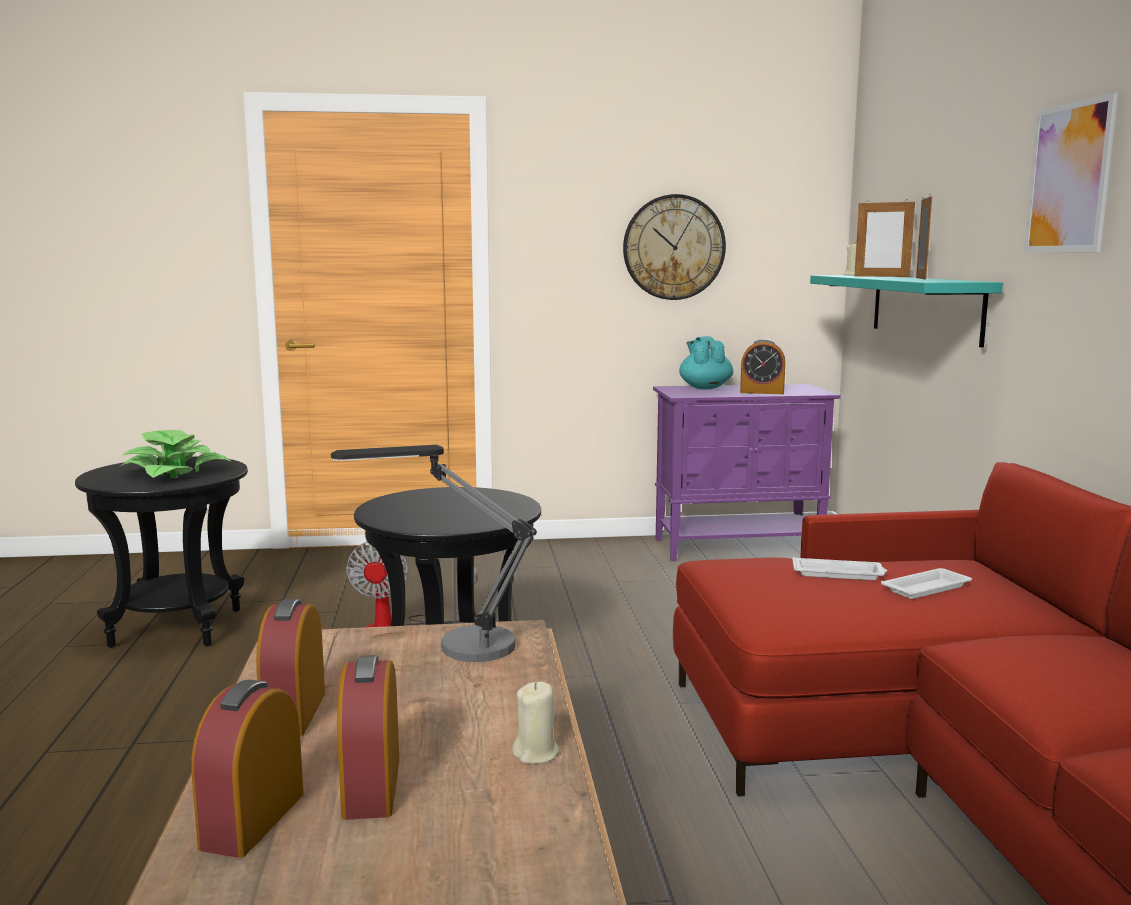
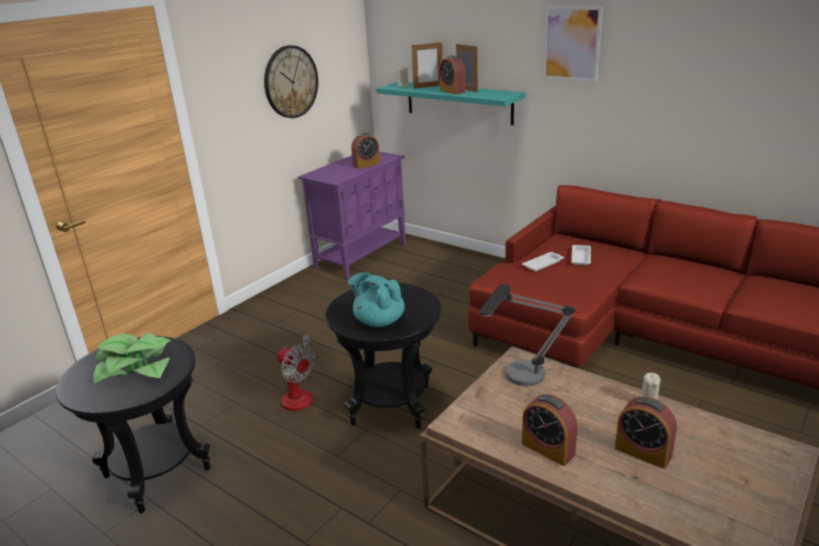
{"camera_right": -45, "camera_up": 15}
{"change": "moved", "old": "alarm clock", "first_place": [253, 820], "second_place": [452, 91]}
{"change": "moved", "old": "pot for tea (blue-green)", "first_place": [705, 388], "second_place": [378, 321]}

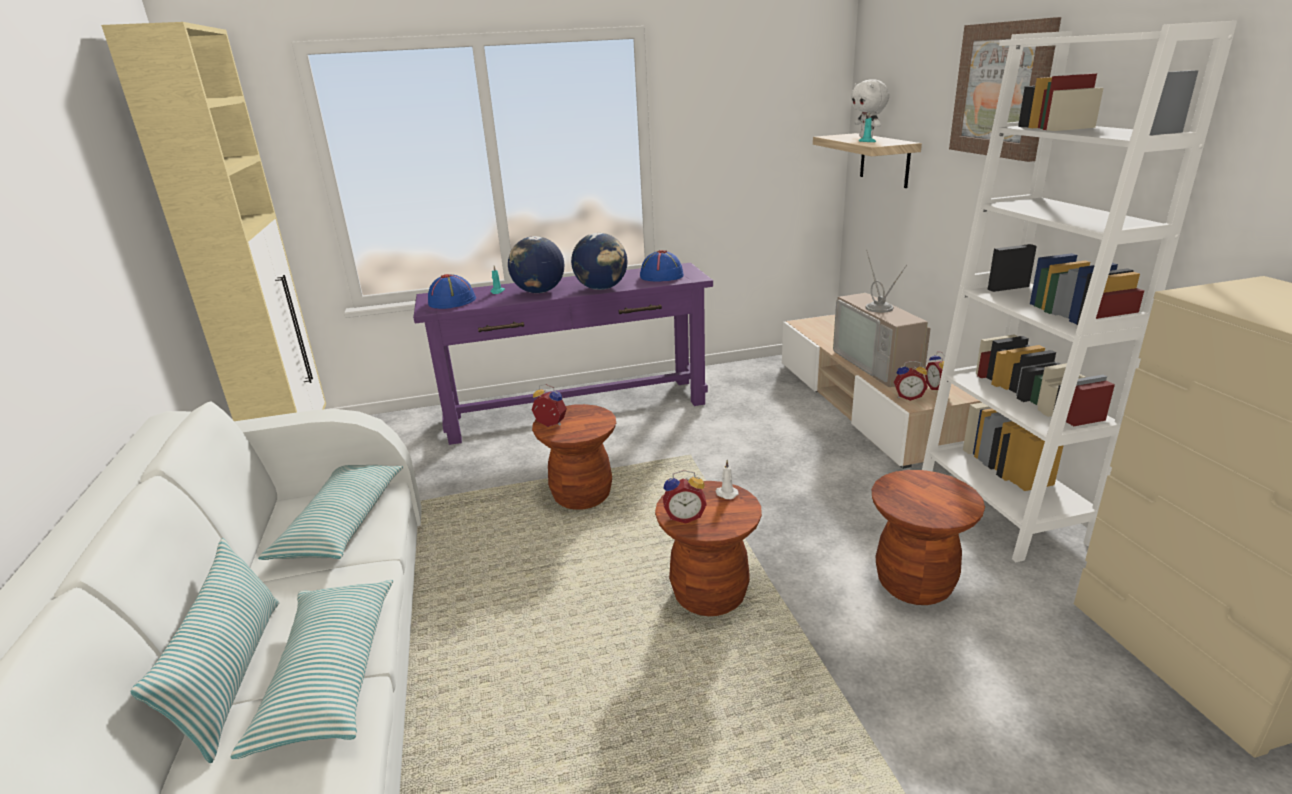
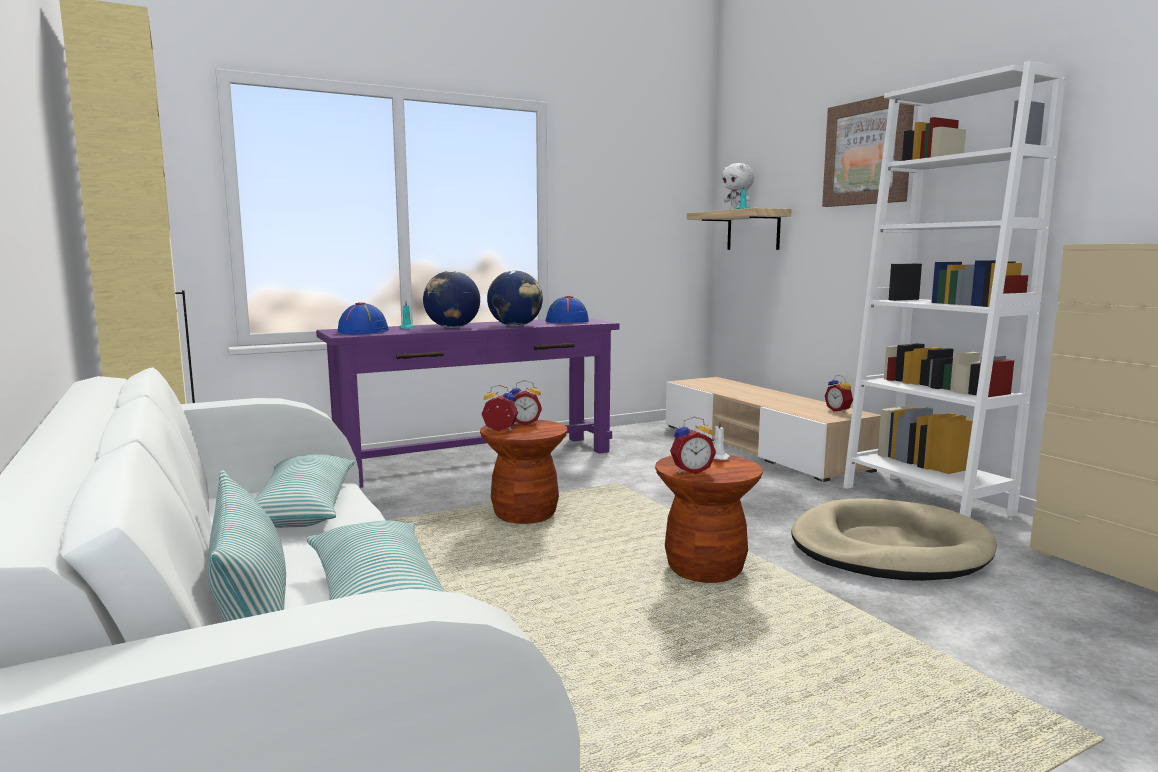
{"camera_right": -15, "camera_up": -15}
{"change": "removed", "old": "TV", "first_place": [881, 365]}
{"change": "moved", "old": "alarm clock", "first_place": [908, 397], "second_place": [525, 423]}
{"change": "replaced", "old": "stool (brown)", "new": "dog bed (beige)", "first_place": [914, 584], "second_place": [888, 548]}

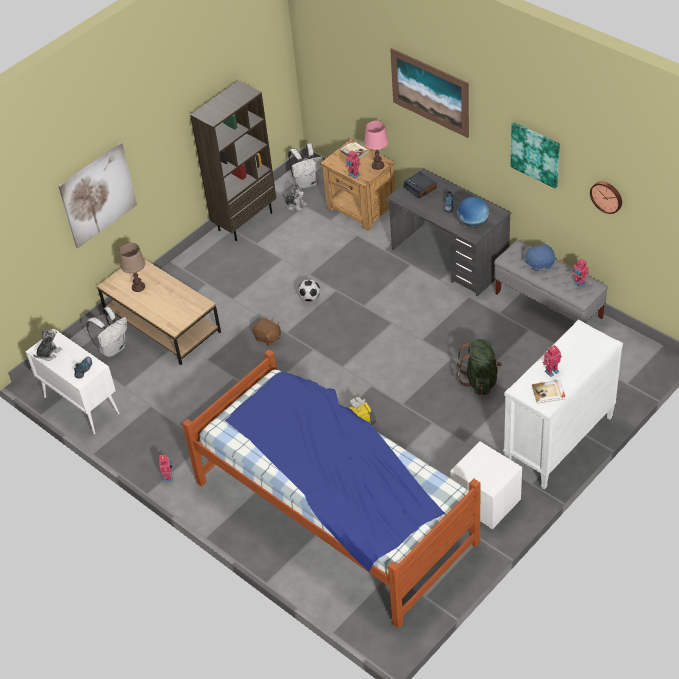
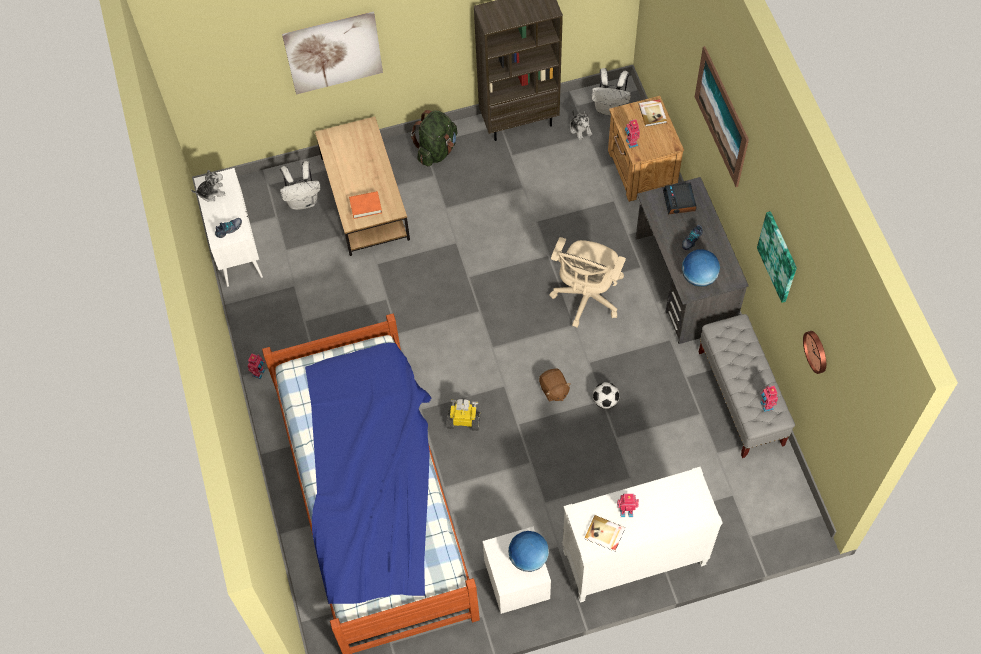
{"camera_right": 30, "camera_up": 15}
{"change": "removed", "old": "tabletop lamp (brown)", "first_place": [138, 287]}
{"change": "removed", "old": "tabletop lamp (pinkish)", "first_place": [378, 165]}
{"change": "removed", "old": "plush toy (bluish)", "first_place": [539, 264]}
{"change": "added", "new": "bound book (orange)", "second_place": [365, 206]}
{"change": "added", "new": "world globe", "second_place": [528, 558]}
{"change": "added", "new": "desk chair (beige)", "second_place": [586, 298]}
{"change": "moved", "old": "plush toy (brown)", "first_place": [268, 338], "second_place": [553, 390]}
{"change": "moved", "old": "ball for football", "first_place": [310, 298], "second_place": [605, 401]}
{"change": "moved", "old": "knapsack (green-coloured)", "first_place": [480, 380], "second_place": [437, 150]}

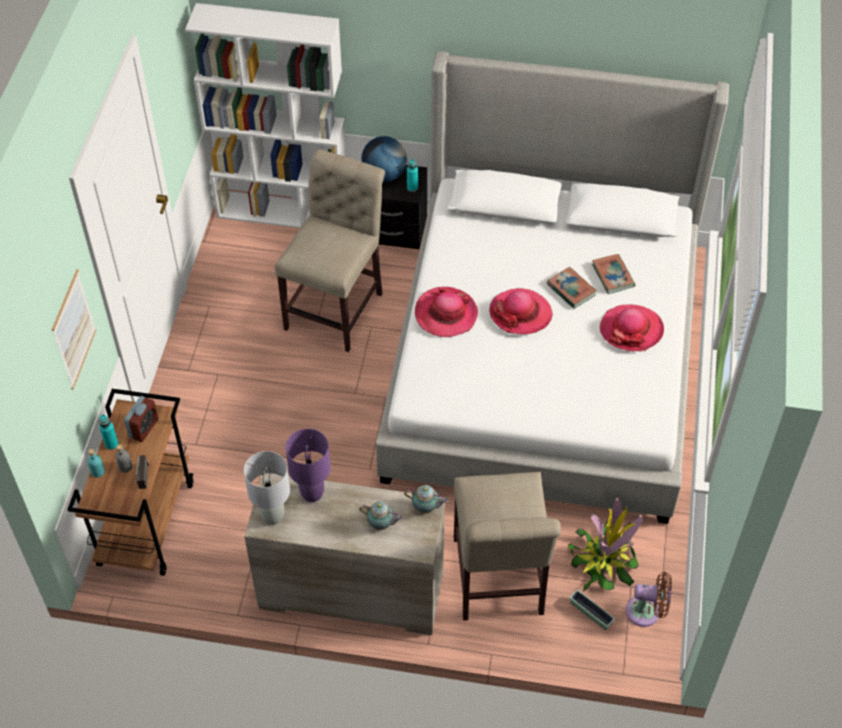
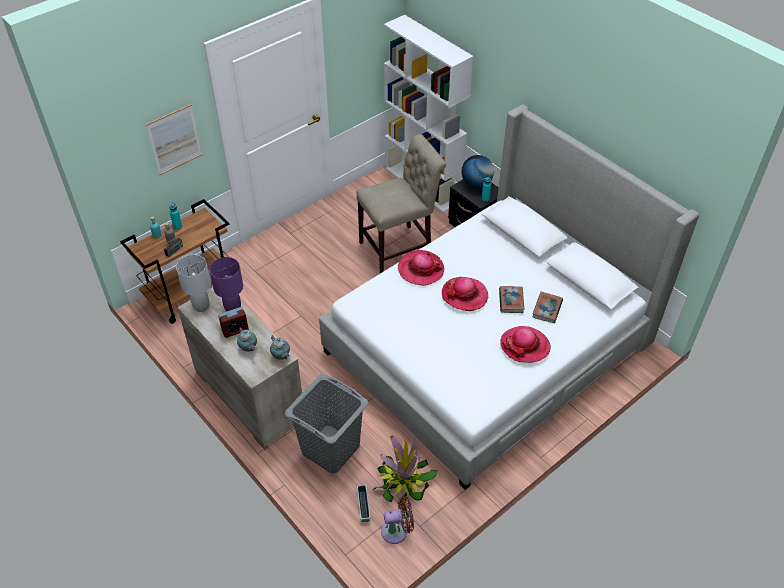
{"camera_right": 40, "camera_up": -5}
{"change": "moved", "old": "alarm clock", "first_place": [144, 428], "second_place": [235, 330]}
{"change": "replaced", "old": "upright chair (beige)", "new": "washing basket (gray)", "first_place": [498, 582], "second_place": [330, 449]}
{"change": "turned", "old": "cooling fan (brown)", "first_place": [646, 612], "second_place": [397, 531], "degrees": -60}

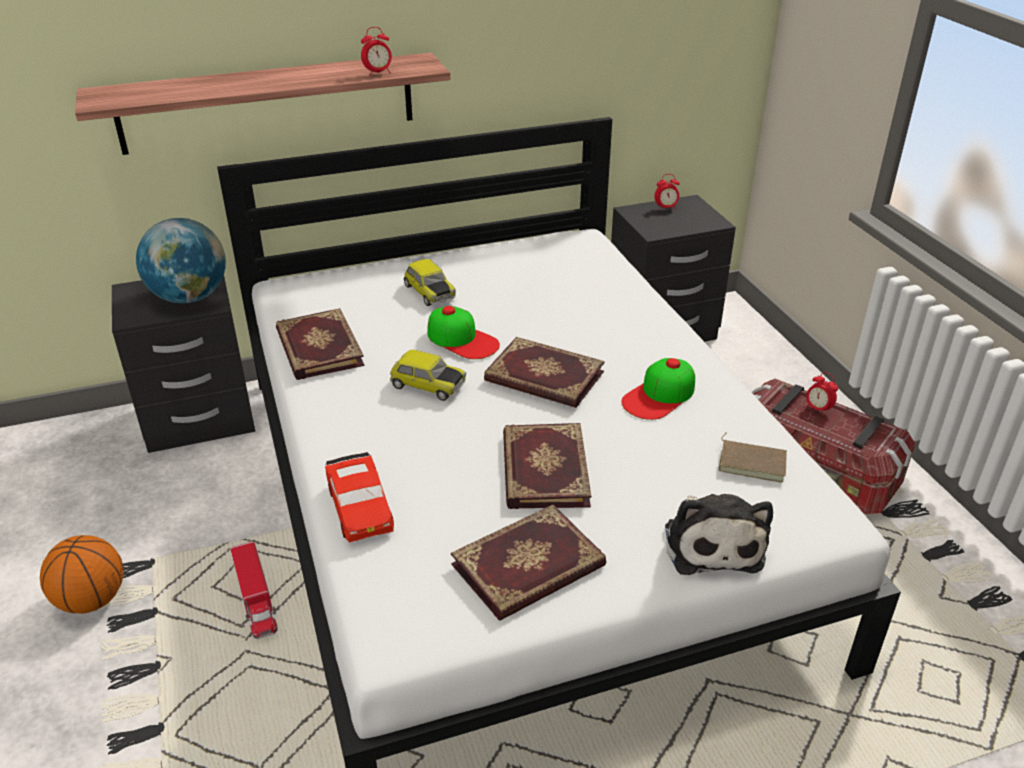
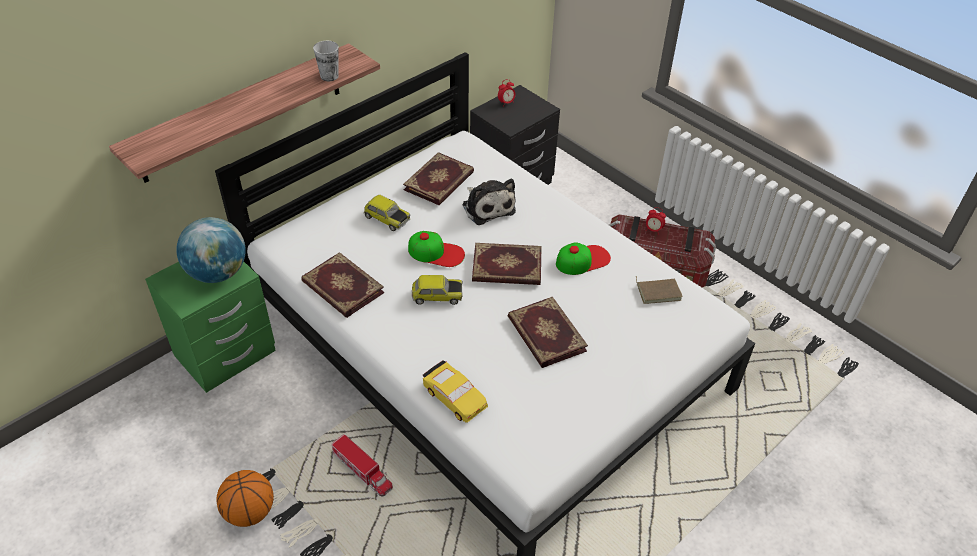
{"camera_right": -25, "camera_up": 10}
{"change": "moved", "old": "bound book", "first_place": [529, 567], "second_place": [440, 181]}
{"change": "moved", "old": "plush toy", "first_place": [712, 543], "second_place": [487, 207]}
{"change": "replaced", "old": "alarm clock", "new": "small cup", "first_place": [378, 73], "second_place": [329, 76]}
{"change": "recoloured", "old": "bedside table (black-coloured)", "new": "bedside table (green-coloured)", "first_place": [199, 419], "second_place": [225, 353]}
{"change": "recoloured", "old": "miniature car (reddish)", "new": "miniature car (yellow)", "first_place": [360, 507], "second_place": [455, 397]}
{"change": "turned", "old": "peaked cap", "first_place": [659, 395], "second_place": [582, 260], "degrees": -135}

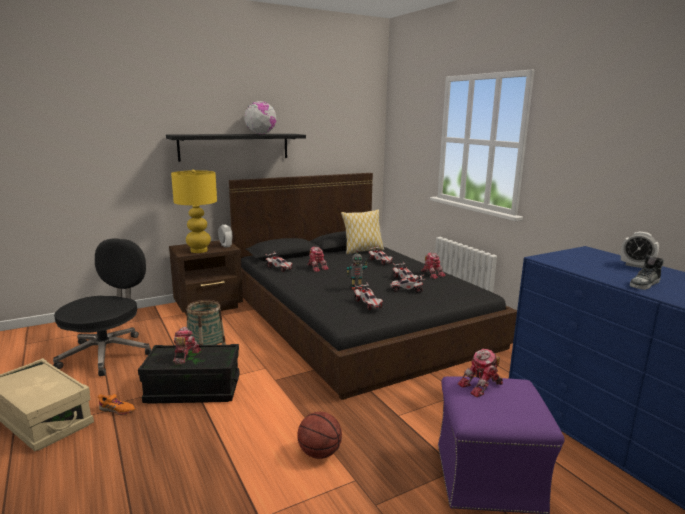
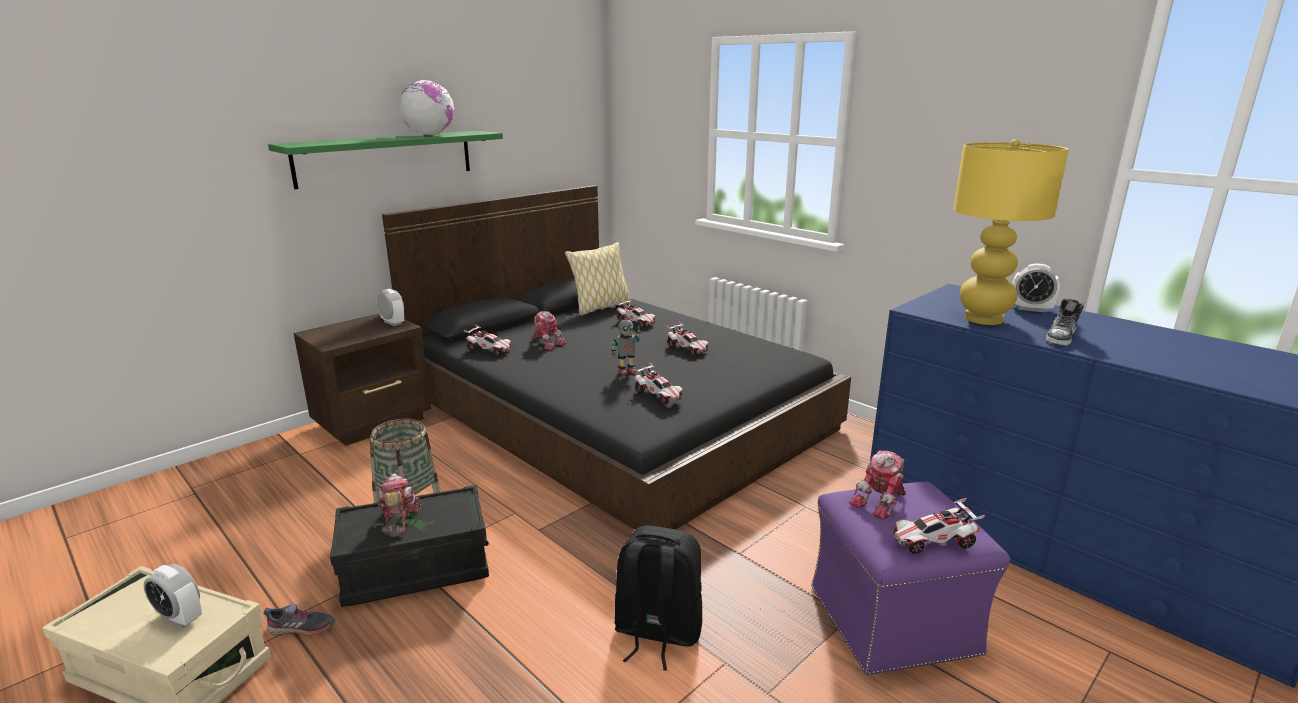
{"camera_right": -15, "camera_up": 5}
{"change": "removed", "old": "desk chair (black-coloured)", "first_place": [107, 354]}
{"change": "removed", "old": "robot figure", "first_place": [432, 274]}
{"change": "added", "new": "alarm clock", "second_place": [180, 618]}
{"change": "moved", "old": "tabletop lamp (yellow)", "first_place": [198, 251], "second_place": [983, 319]}
{"change": "moved", "old": "miniature car", "first_place": [407, 290], "second_place": [933, 542]}
{"change": "replaced", "old": "ball for basketball", "new": "knapsack (black-coloured)", "first_place": [319, 453], "second_place": [657, 633]}
{"change": "recoloured", "old": "low shoe (orange)", "new": "low shoe (gray)", "first_place": [117, 410], "second_place": [301, 628]}
{"change": "recoloured", "old": "wall shelf (black-coloured)", "new": "wall shelf (green-coloured)", "first_place": [234, 146], "second_place": [386, 158]}

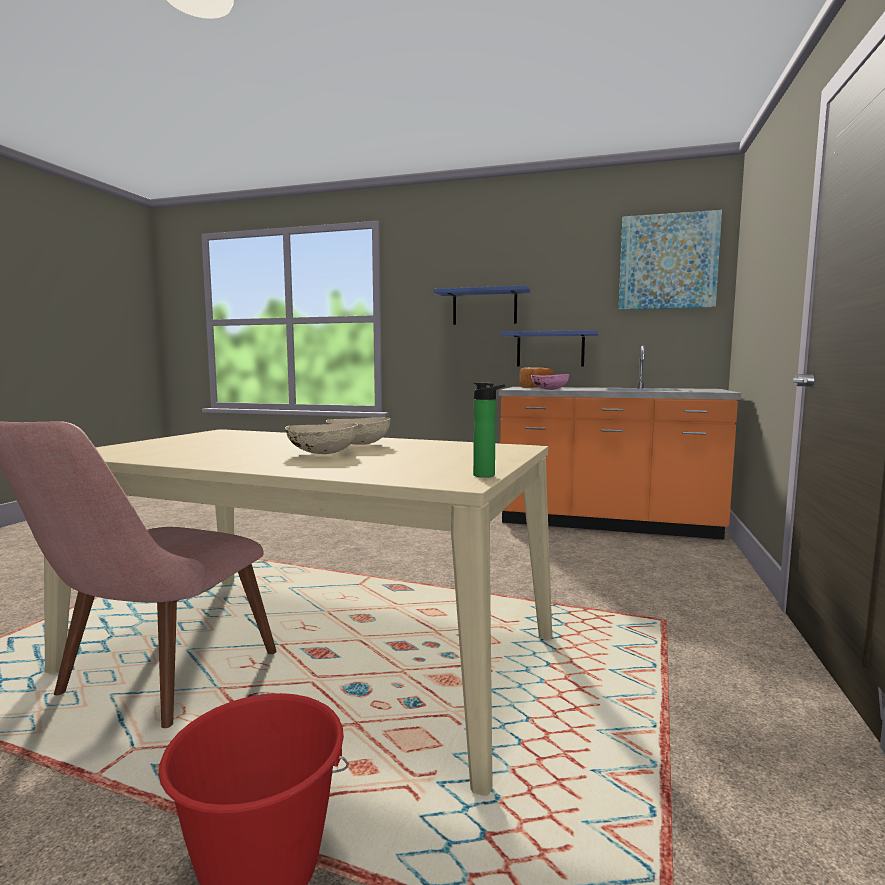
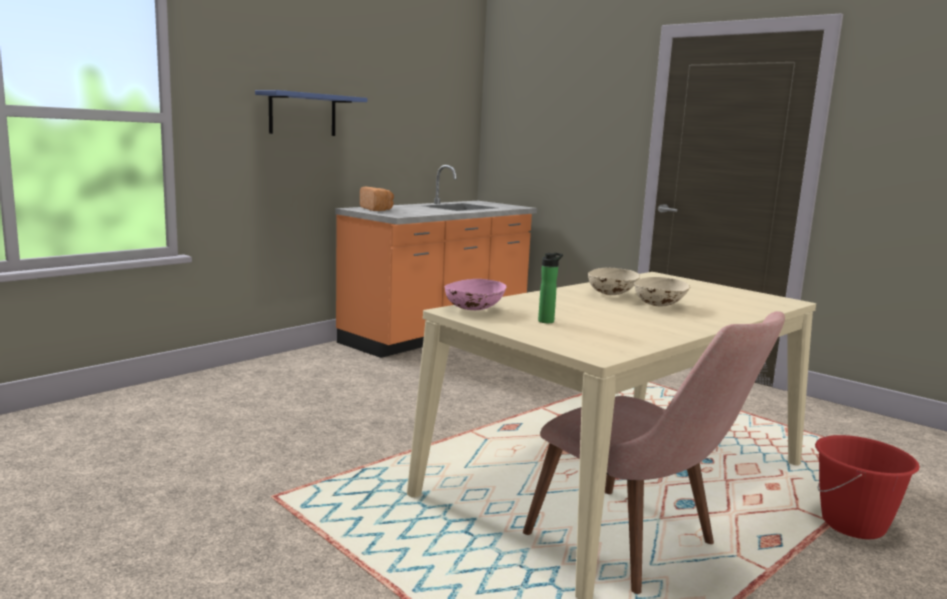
{"camera_right": -65, "camera_up": 5}
{"change": "removed", "old": "wall shelf (bluish)", "first_place": [550, 349]}
{"change": "removed", "old": "wall picture", "first_place": [668, 262]}
{"change": "moved", "old": "drink bottle", "first_place": [487, 475], "second_place": [547, 321]}
{"change": "moved", "old": "bowl (pinkish)", "first_place": [549, 389], "second_place": [474, 309]}

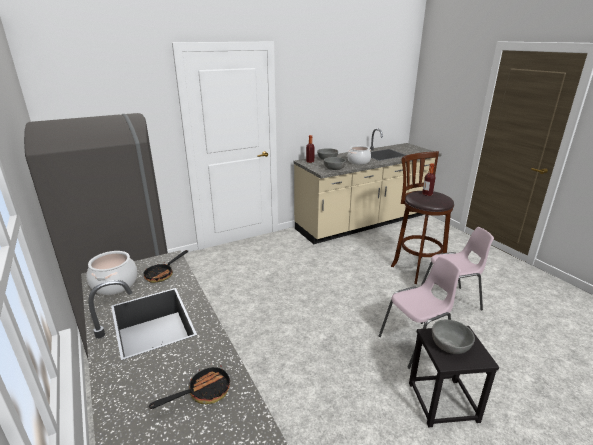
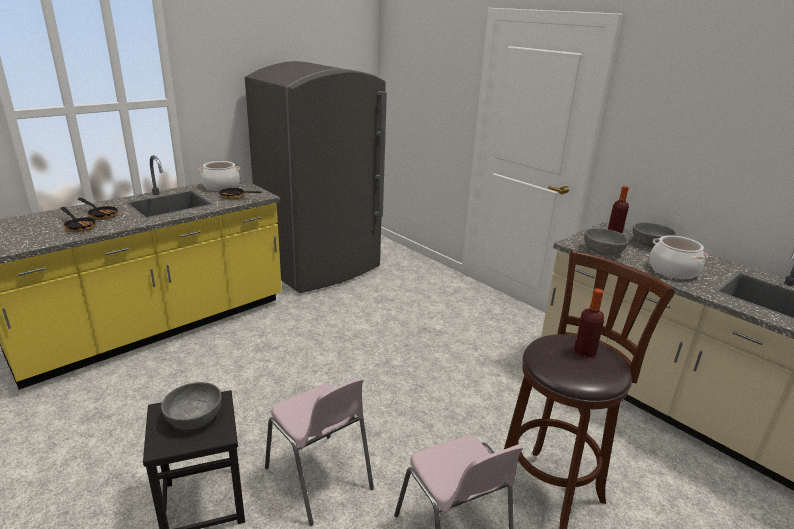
{"camera_right": 75, "camera_up": 0}
{"change": "added", "new": "pan", "second_place": [101, 215]}

